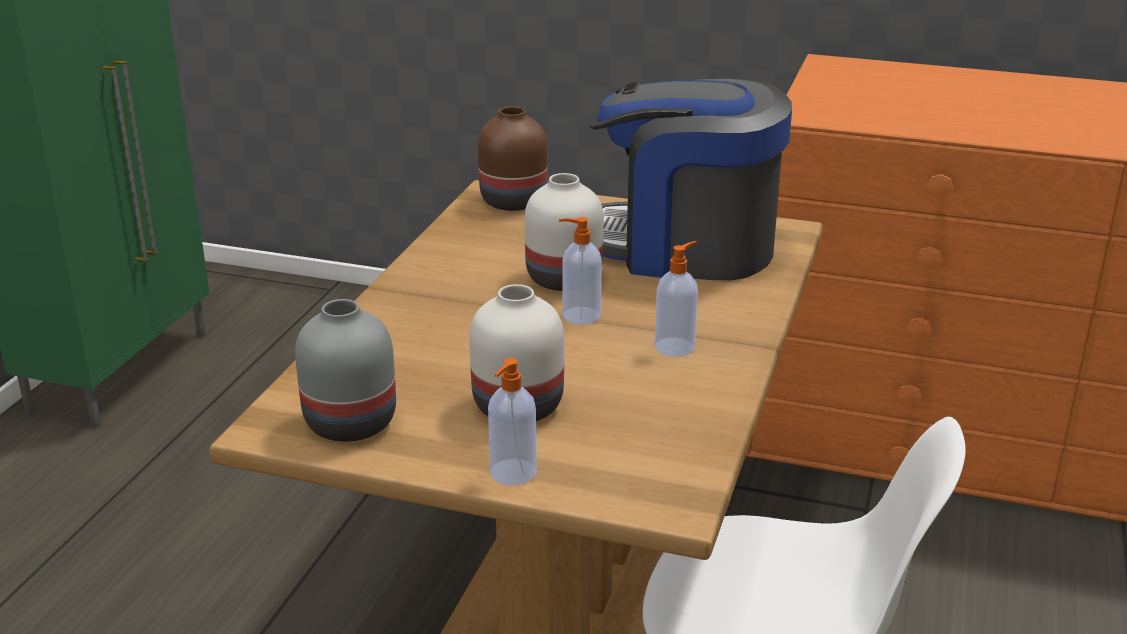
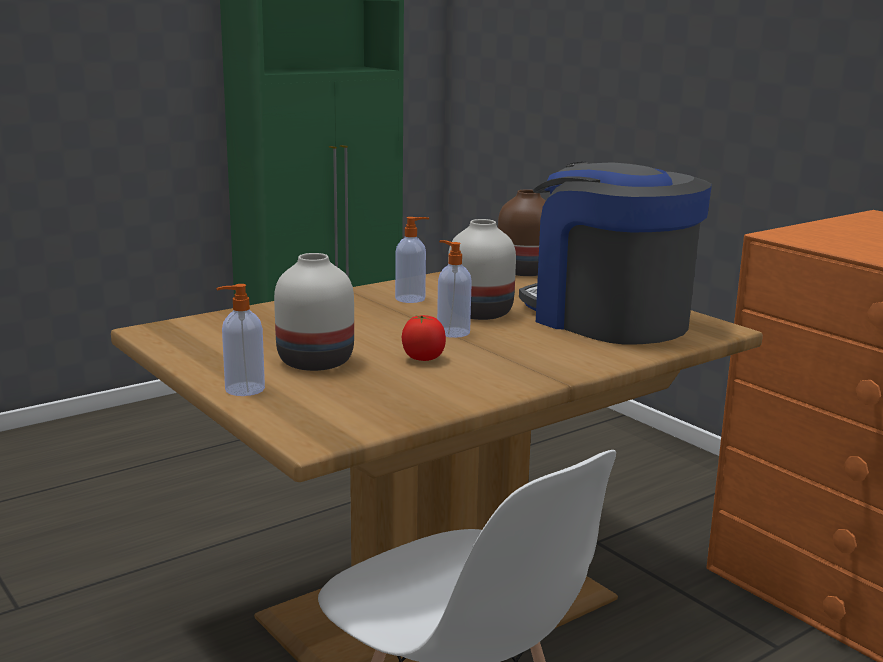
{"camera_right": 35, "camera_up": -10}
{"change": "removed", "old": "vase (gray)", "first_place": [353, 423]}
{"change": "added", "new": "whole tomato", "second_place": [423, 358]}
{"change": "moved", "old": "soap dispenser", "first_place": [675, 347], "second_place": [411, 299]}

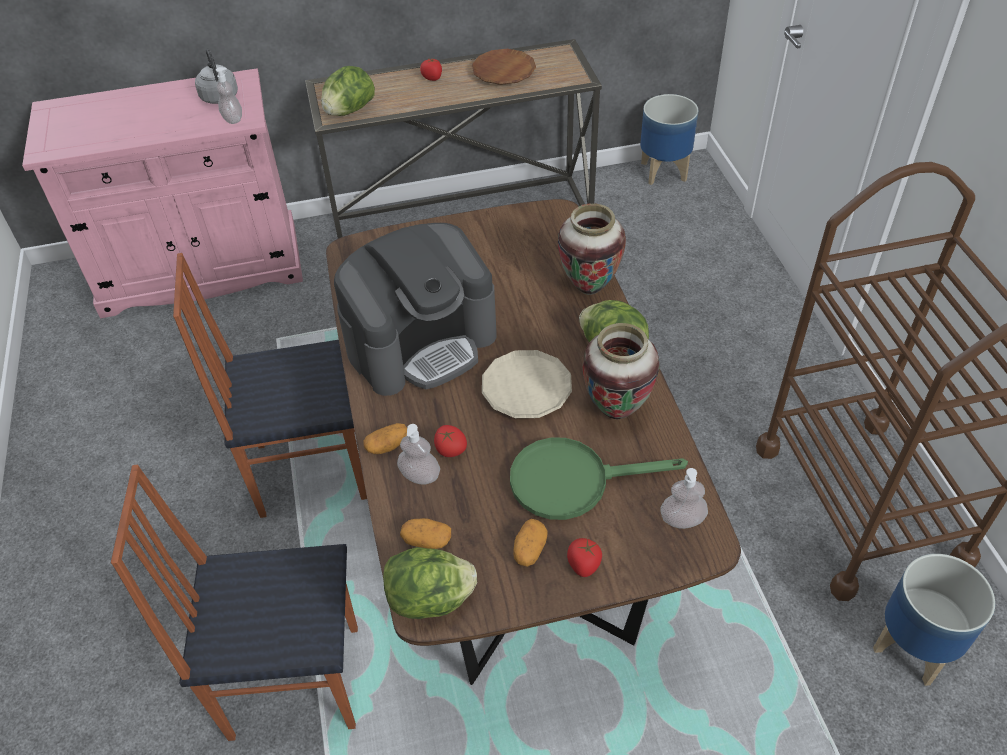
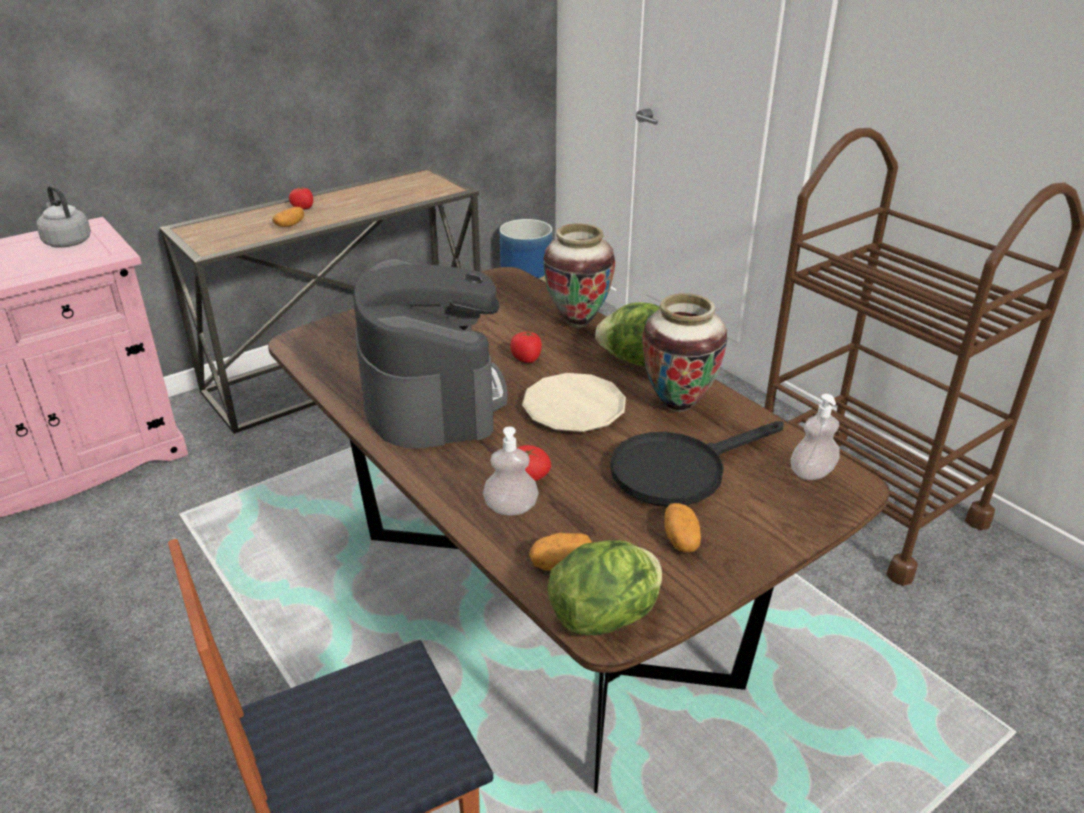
{"camera_right": -25, "camera_up": -15}
{"change": "removed", "old": "upright chair", "first_place": [310, 470]}
{"change": "removed", "old": "soap dispenser", "first_place": [233, 119]}
{"change": "removed", "old": "lettuce head", "first_place": [349, 111]}
{"change": "removed", "old": "dinner plate (brown)", "first_place": [503, 71]}
{"change": "removed", "old": "planter", "first_place": [914, 648]}
{"change": "moved", "old": "spud", "first_place": [387, 445], "second_place": [290, 225]}
{"change": "moved", "old": "whole tomato", "first_place": [584, 565], "second_place": [526, 358]}
{"change": "recoloured", "old": "pan (green-coloured)", "new": "pan (black-coloured)", "first_place": [573, 480], "second_place": [679, 469]}
{"change": "turned", "old": "coffee machine", "first_place": [421, 342], "second_place": [432, 397], "degrees": -45}

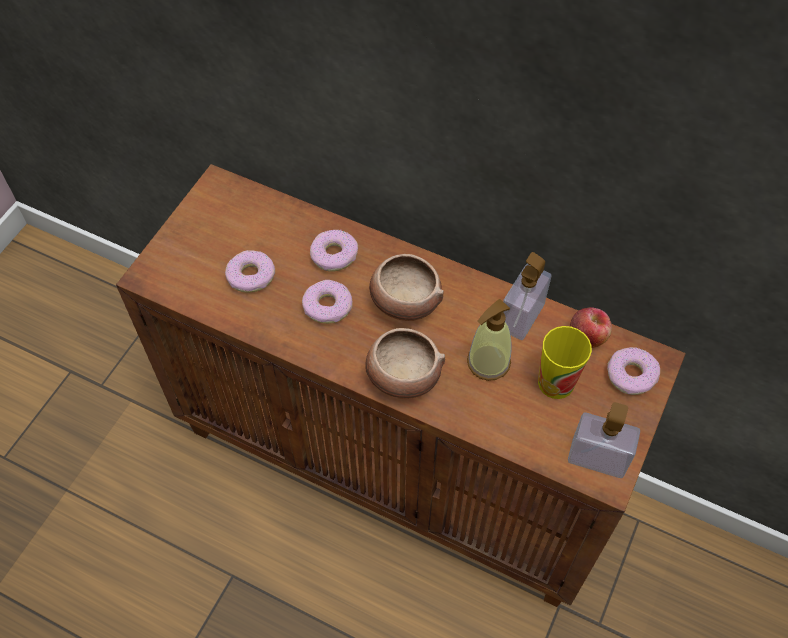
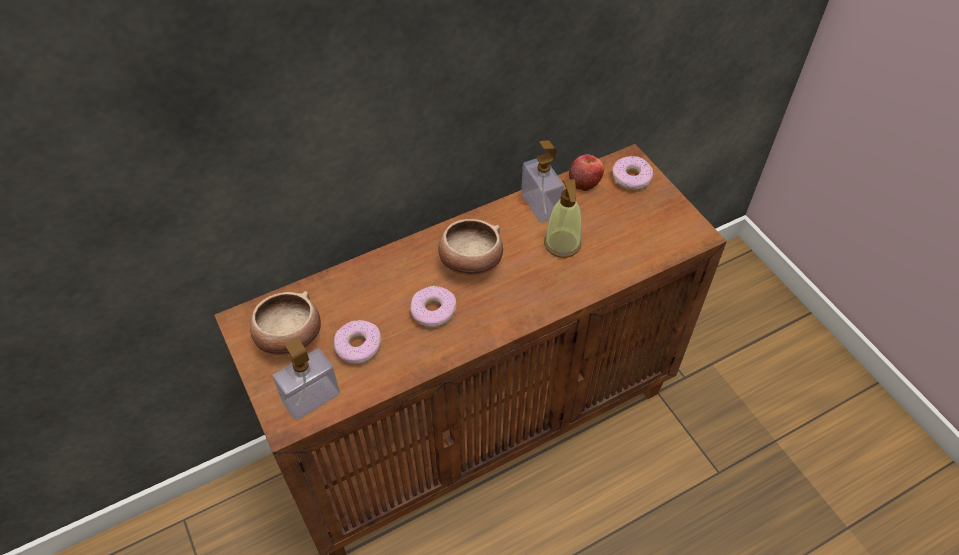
{"camera_right": -55, "camera_up": -5}
{"change": "removed", "old": "donut", "first_place": [334, 255]}
{"change": "removed", "old": "small cup", "first_place": [556, 382]}
{"change": "moved", "old": "bowl", "first_place": [402, 376], "second_place": [289, 337]}
{"change": "moved", "old": "soap dispenser", "first_place": [597, 458], "second_place": [311, 398]}

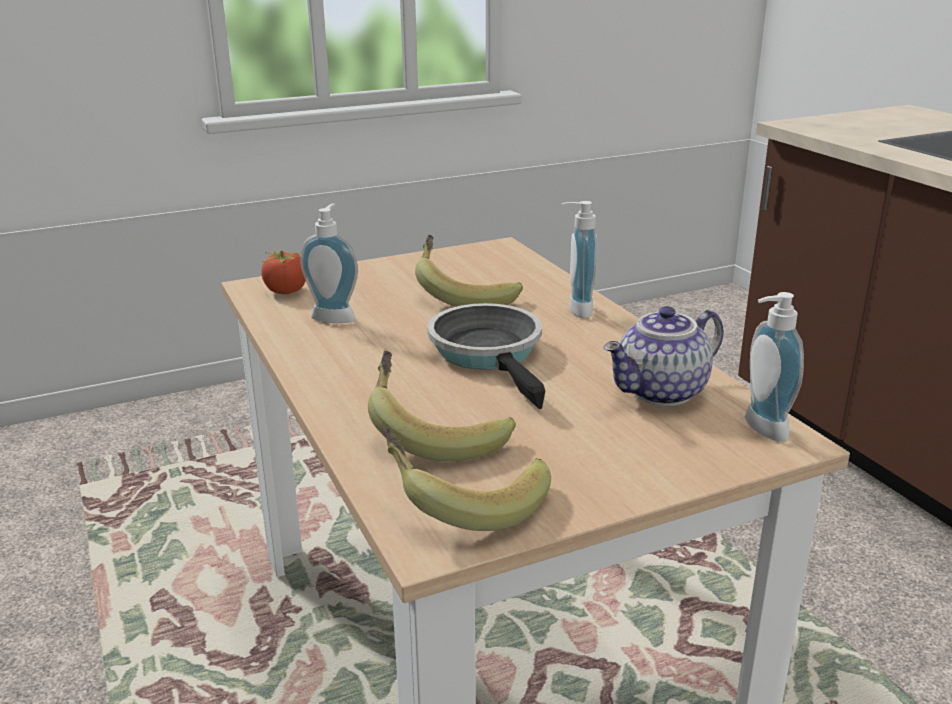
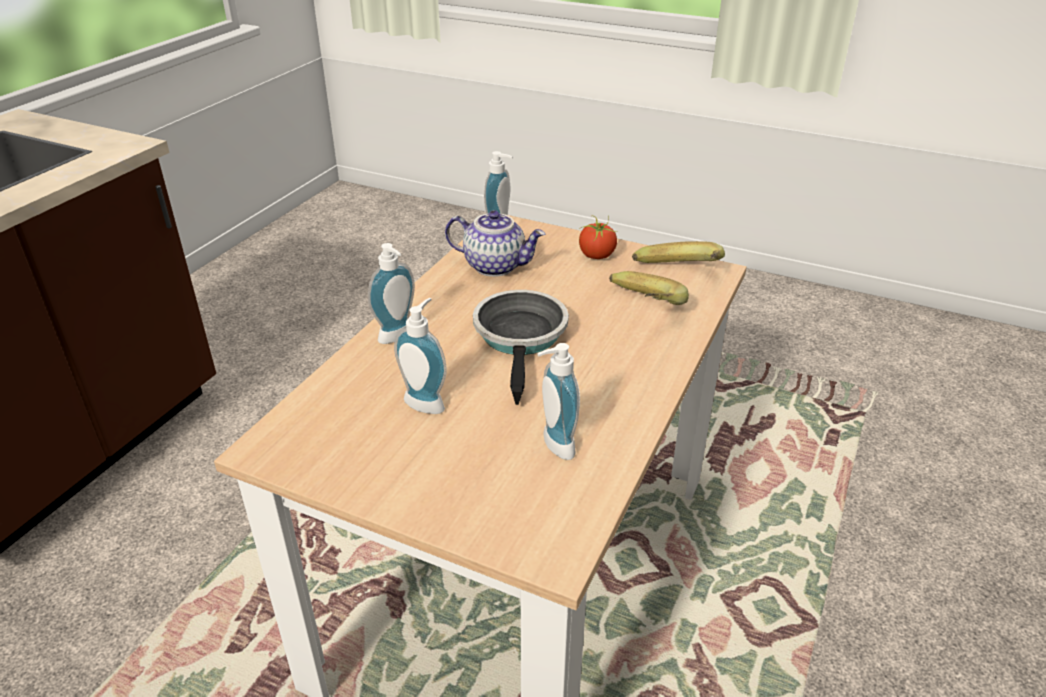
{"camera_right": -130, "camera_up": 10}
{"change": "moved", "old": "whole tomato", "first_place": [287, 291], "second_place": [596, 255]}
{"change": "replaced", "old": "banana fruit", "new": "soap dispenser", "first_place": [465, 295], "second_place": [427, 401]}
{"change": "turned", "old": "pan", "first_place": [490, 354], "second_place": [521, 338], "degrees": 150}

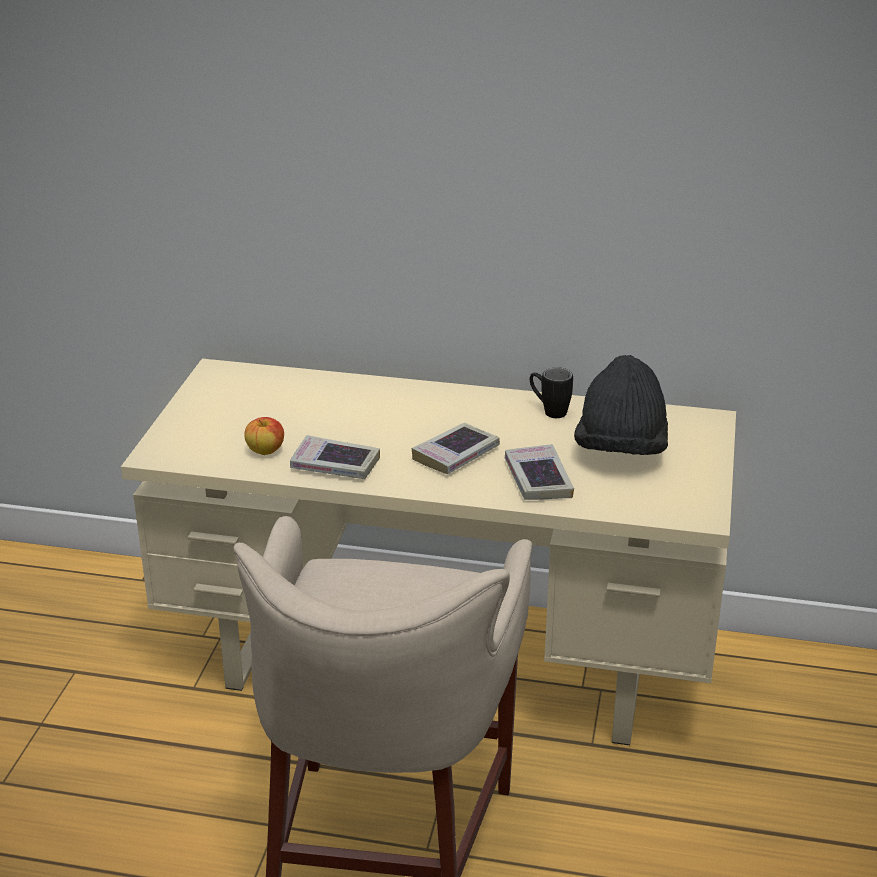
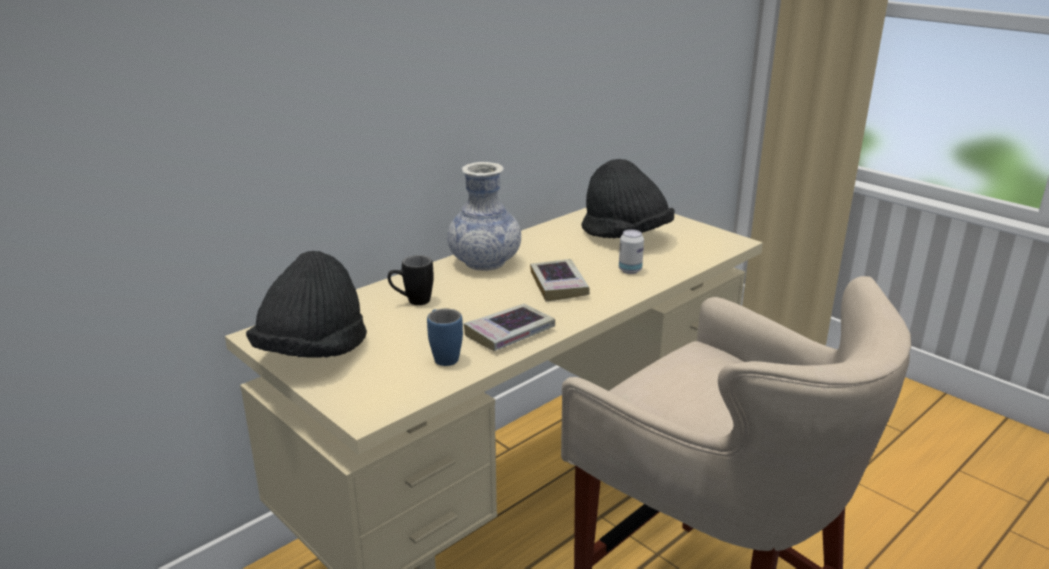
{"camera_right": -55, "camera_up": -5}
{"change": "added", "new": "wearable hat (black-coloured)", "second_place": [312, 352]}
{"change": "added", "new": "vase", "second_place": [484, 262]}
{"change": "moved", "old": "tea mug (black-coloured)", "first_place": [549, 411], "second_place": [412, 302]}
{"change": "replaced", "old": "whole apple", "new": "tea mug (bluish)", "first_place": [265, 451], "second_place": [443, 356]}
{"change": "replaced", "old": "bound book", "new": "metal can", "first_place": [538, 479], "second_place": [630, 270]}

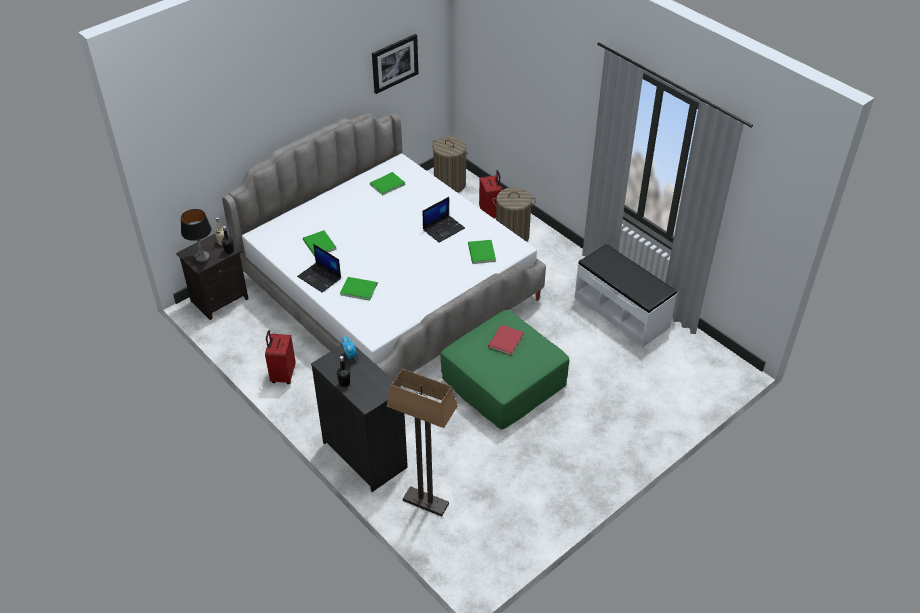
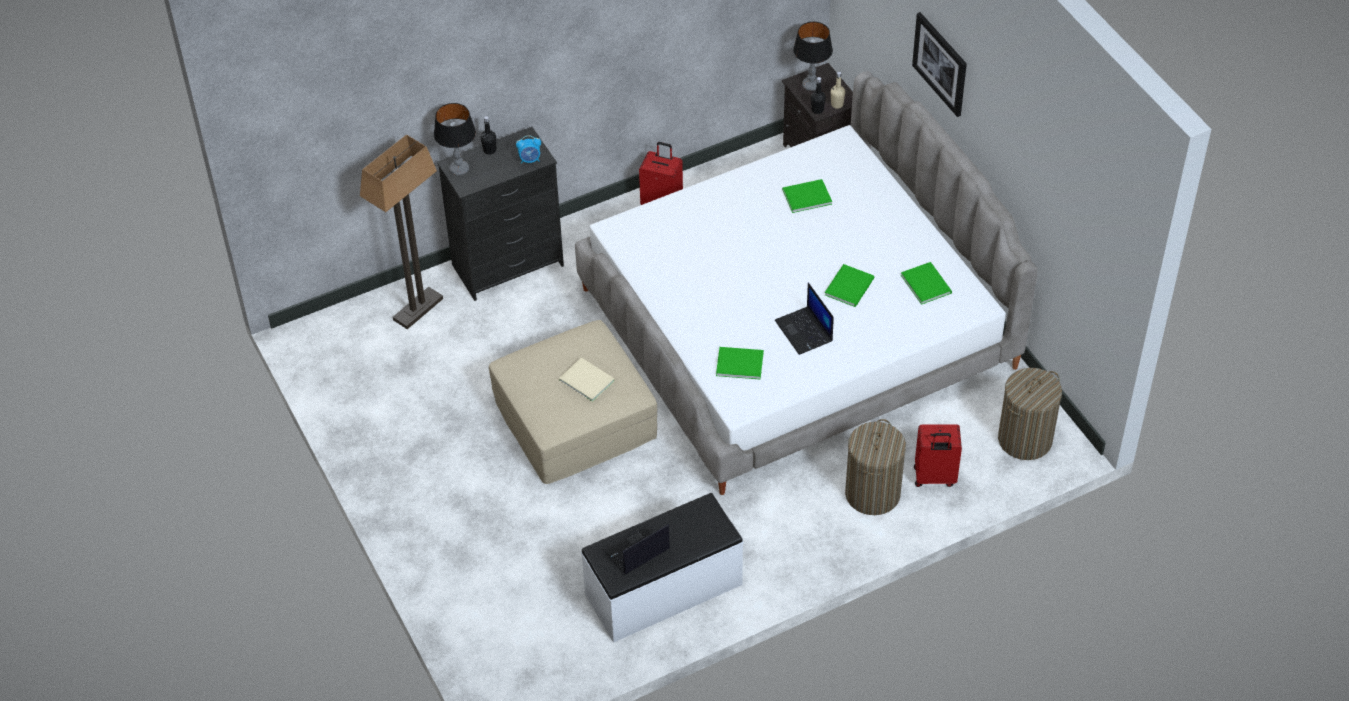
{"camera_right": 105, "camera_up": 5}
{"change": "added", "new": "tabletop lamp", "second_place": [459, 169]}
{"change": "moved", "old": "notebook computer", "first_place": [320, 277], "second_place": [635, 550]}
{"change": "moved", "old": "bound book (green-coloured)", "first_place": [358, 288], "second_place": [851, 286]}
{"change": "moved", "old": "wall picture", "first_place": [394, 63], "second_place": [940, 63]}
{"change": "recoloured", "old": "pouffe (green-coloured)", "new": "pouffe (beige)", "first_place": [503, 382], "second_place": [575, 418]}
{"change": "recoloured", "old": "bound book (reddish)", "new": "bound book (beige)", "first_place": [504, 341], "second_place": [586, 379]}

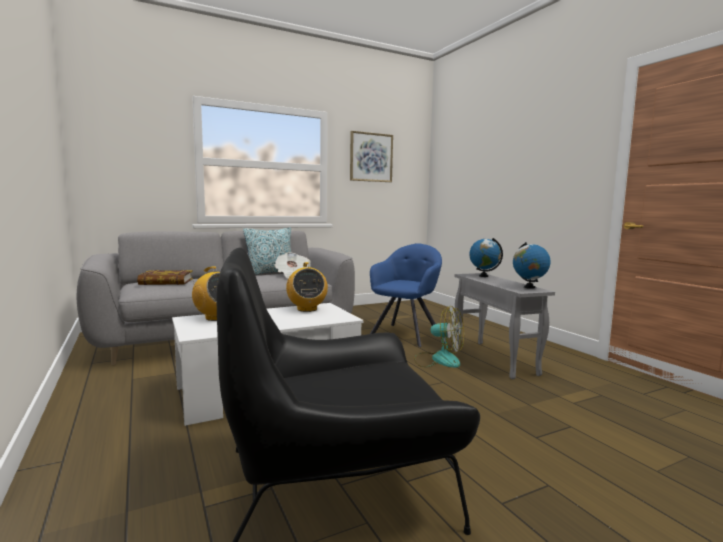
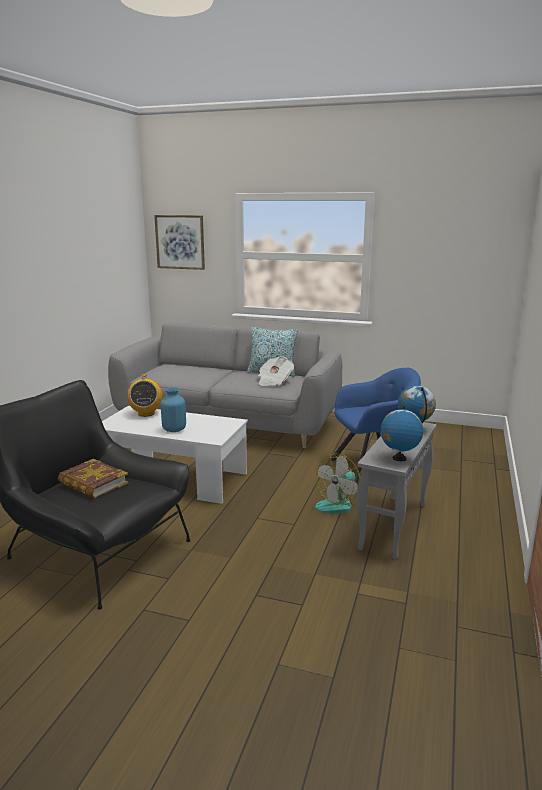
{"camera_right": 45, "camera_up": 10}
{"change": "removed", "old": "radio", "first_place": [307, 309]}
{"change": "added", "new": "vase (bluish)", "second_place": [174, 429]}
{"change": "moved", "old": "bound book", "first_place": [166, 282], "second_place": [93, 484]}
{"change": "moved", "old": "wall picture", "first_place": [371, 157], "second_place": [180, 242]}
{"change": "turned", "old": "cooling fan", "first_place": [438, 359], "second_place": [339, 504], "degrees": 60}

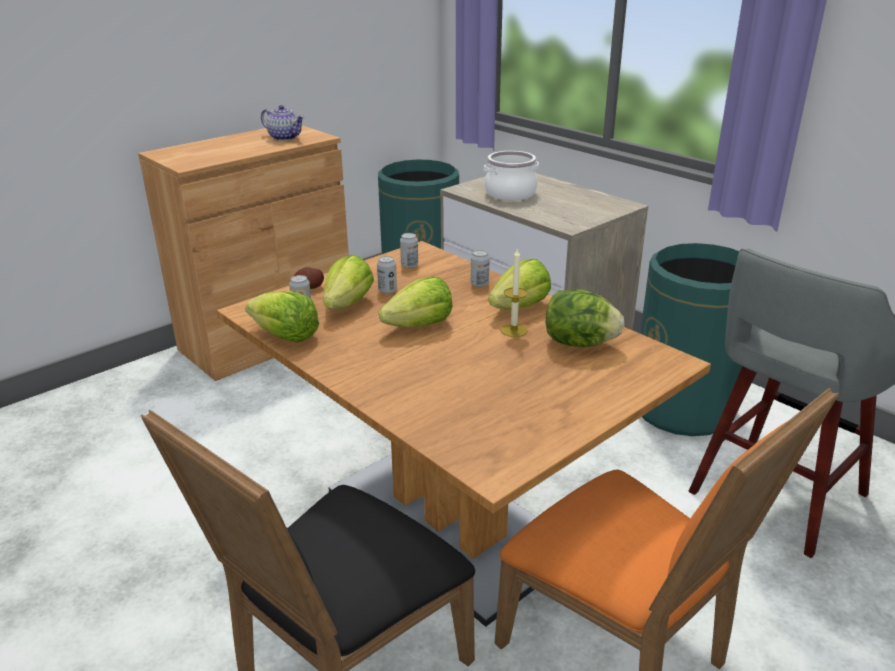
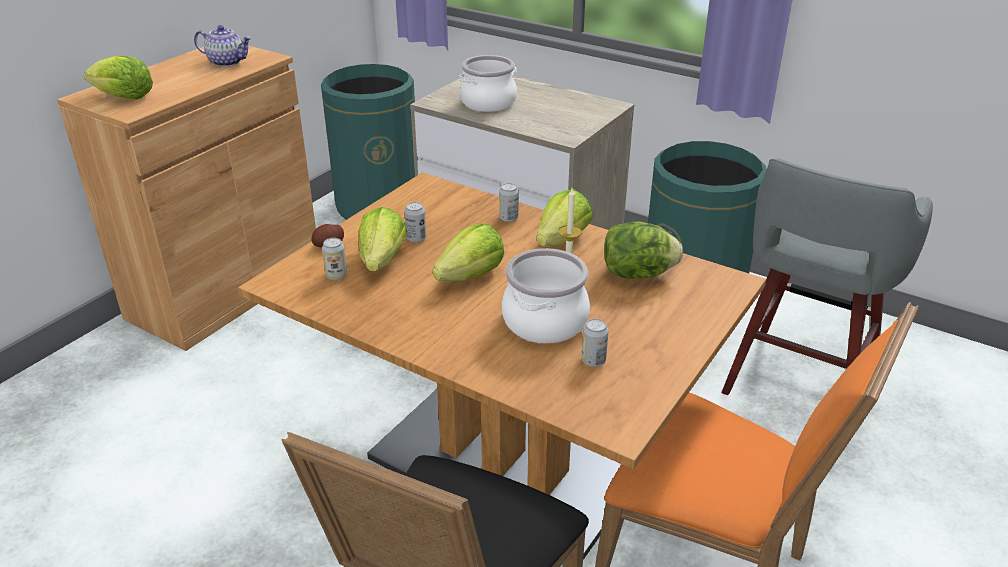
{"camera_right": -15, "camera_up": 5}
{"change": "added", "new": "cooking pot", "second_place": [544, 321]}
{"change": "moved", "old": "lettuce head", "first_place": [285, 336], "second_place": [124, 97]}
{"change": "moved", "old": "metal can", "first_place": [409, 265], "second_place": [593, 361]}

